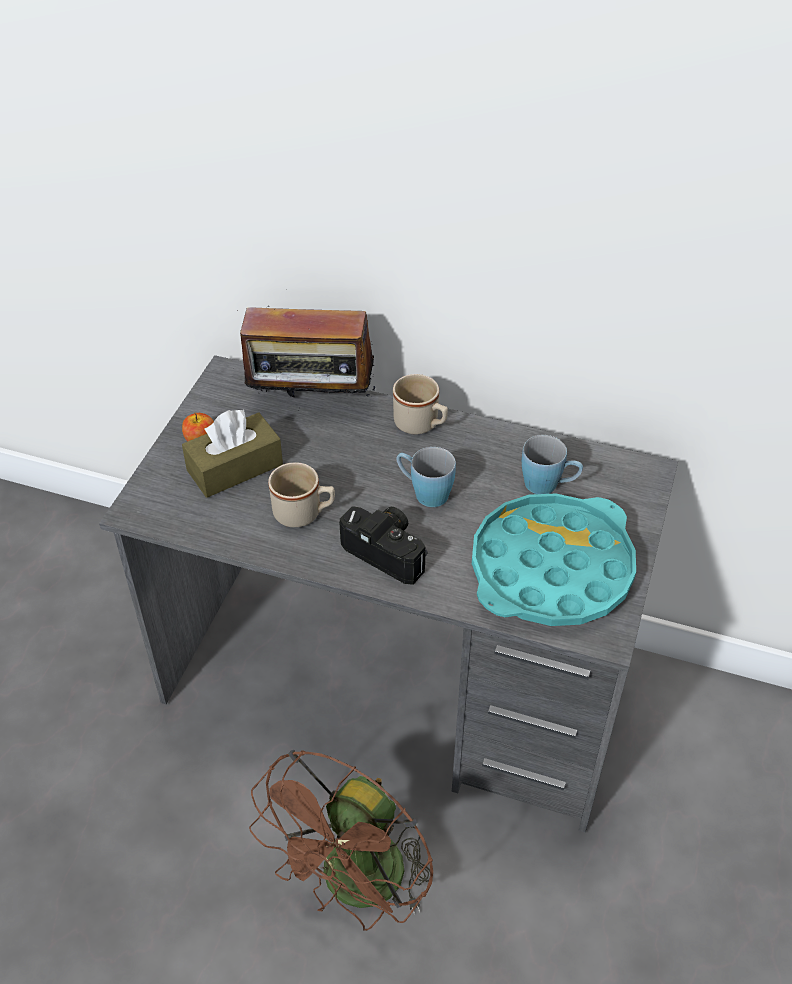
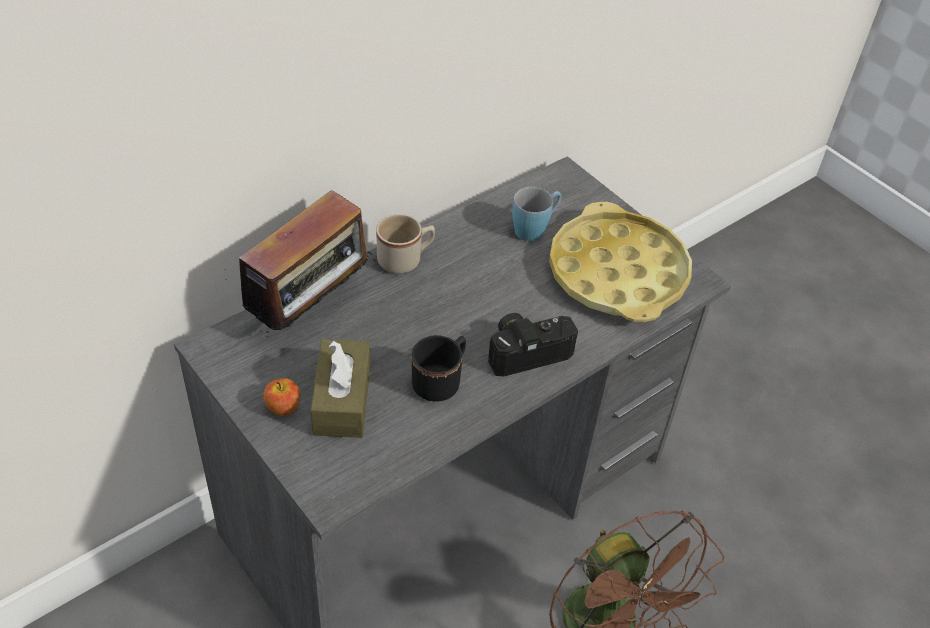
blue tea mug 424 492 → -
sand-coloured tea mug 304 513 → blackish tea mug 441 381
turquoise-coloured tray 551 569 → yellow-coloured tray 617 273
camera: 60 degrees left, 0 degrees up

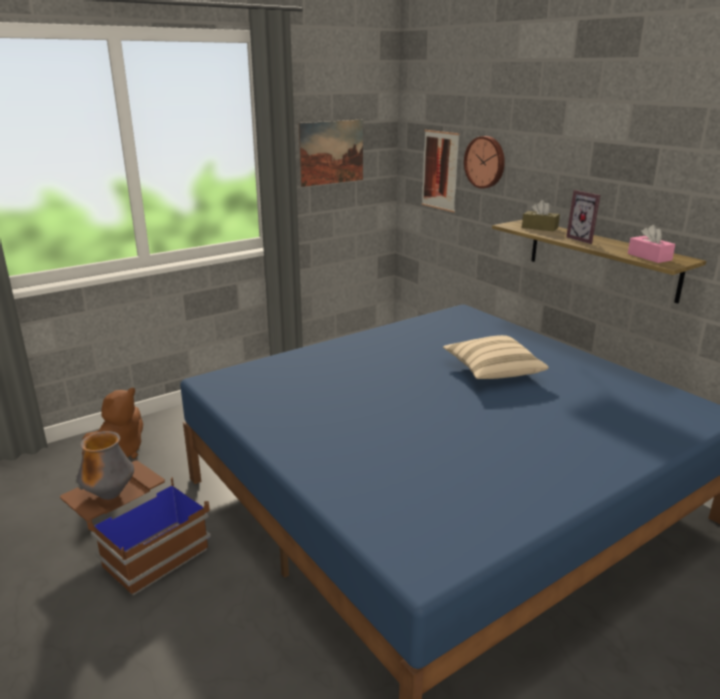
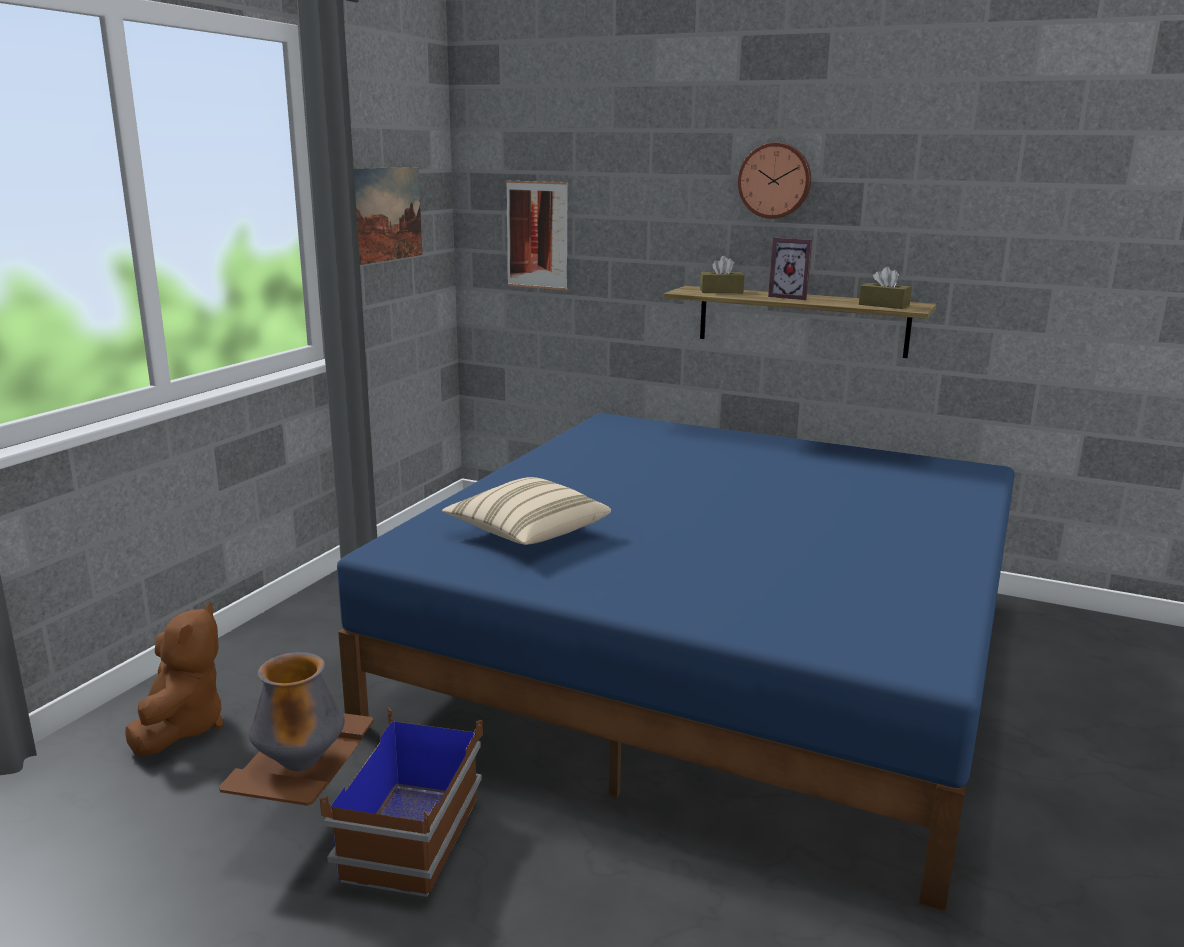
wall clock 485 162 → wall clock 775 180, moved
pink tissue holder 649 257 → brown-coloured tissue holder 883 305
sand-coloured throw pillow 492 371 → sand-coloured throw pillow 527 534, moved
camera: 30 degrees left, 5 degrees down

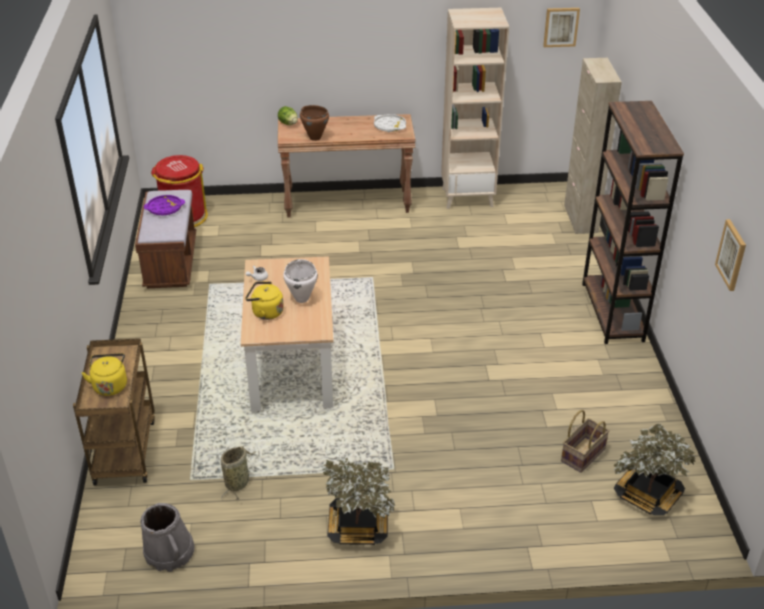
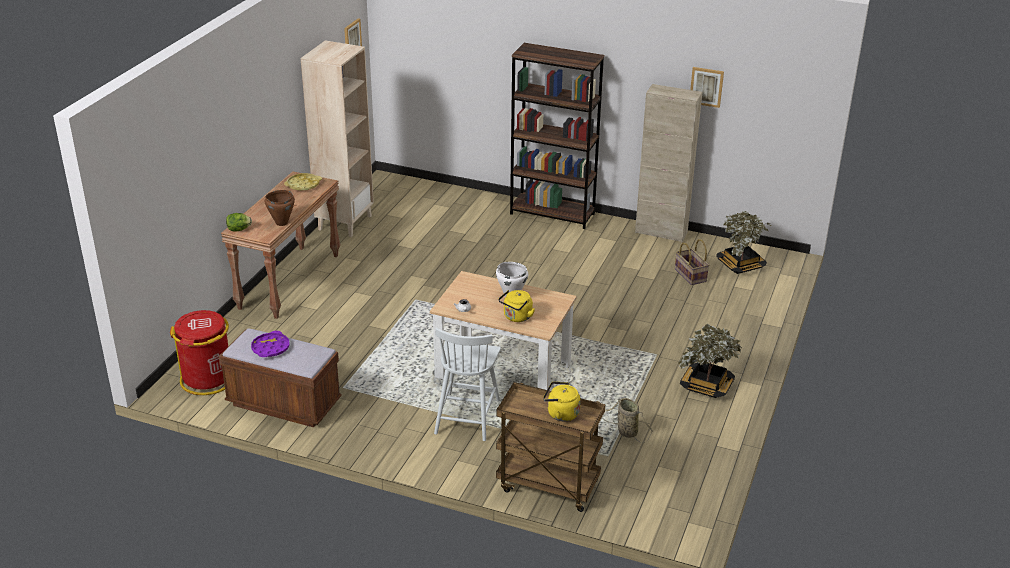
sand-coloured storage cabinet 580 219 → sand-coloured storage cabinet 661 232, moved
white tray 389 126 → yellow-coloured tray 303 185
grey pail 169 552 → -
- → white plain chair 467 415
camera: 65 degrees left, 5 degrees down

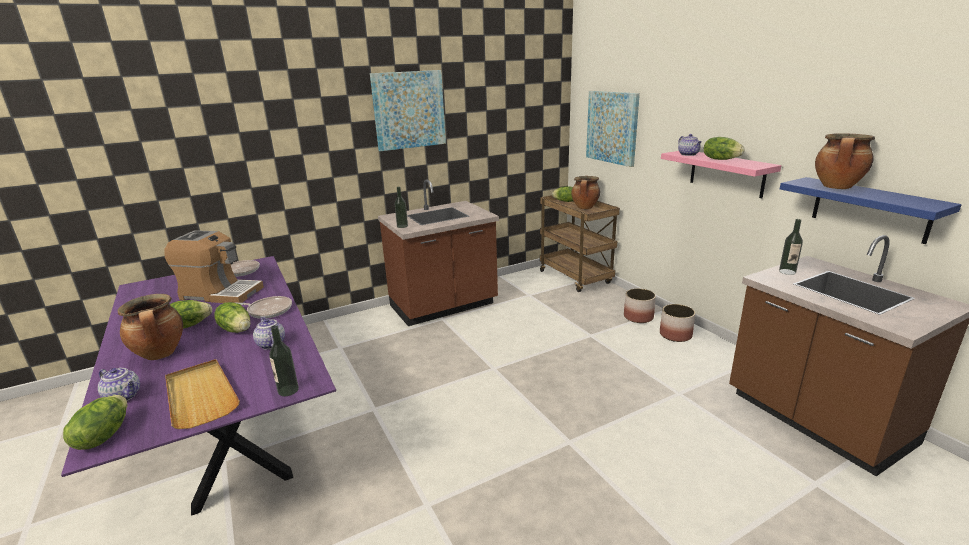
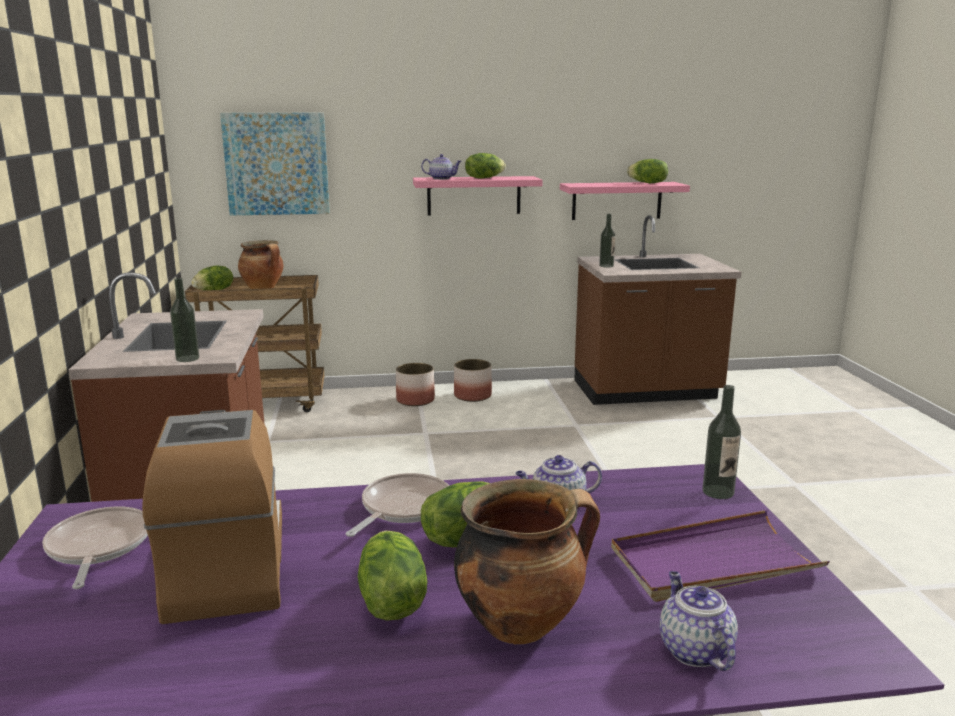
wall picture 409 110 → -
cooking pot 837 187 → -
blue shelf 870 209 → pink shelf 617 200
coffee machine 220 293 → coffee machine 227 567, 45 degrees counterclockwise
sand-coloured tray 200 395 → purple tray 713 562
teapot 124 396 → teapot 693 650, 60 degrees counterclockwise
lettuce head 103 436 → lettuce head 648 183, moved
camera: 70 degrees left, 5 degrees down

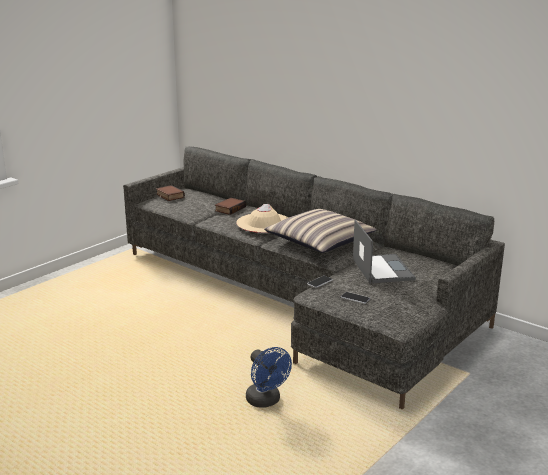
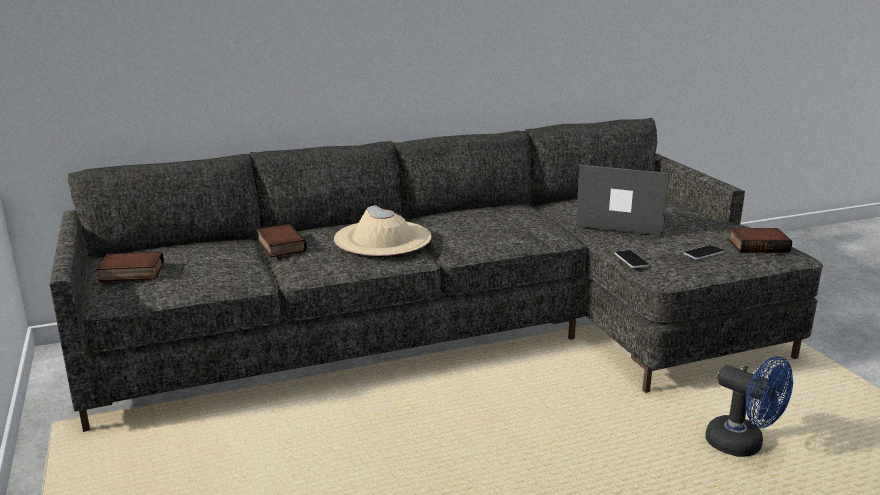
throw pillow 320 241 → -
blue fan 266 401 → blue fan 743 445, 45 degrees clockwise
- → book 758 245
camera: 60 degrees left, 0 degrees up

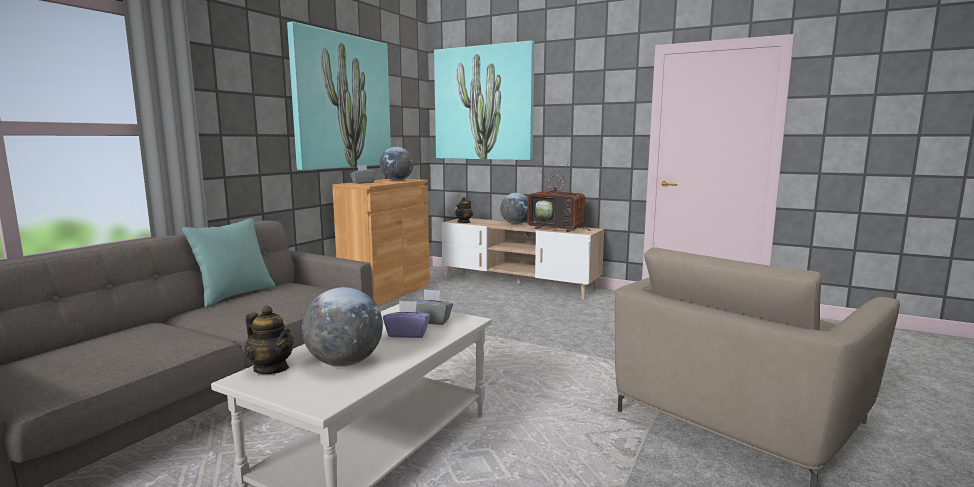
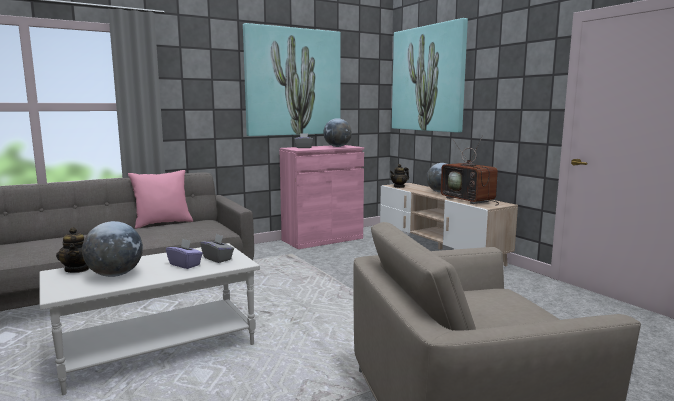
brown-coloured storage cabinet 386 292 → pink storage cabinet 322 239
turquoise-coloured throw pillow 234 296 → pink throw pillow 163 223
camera: 30 degrees right, 0 degrees up

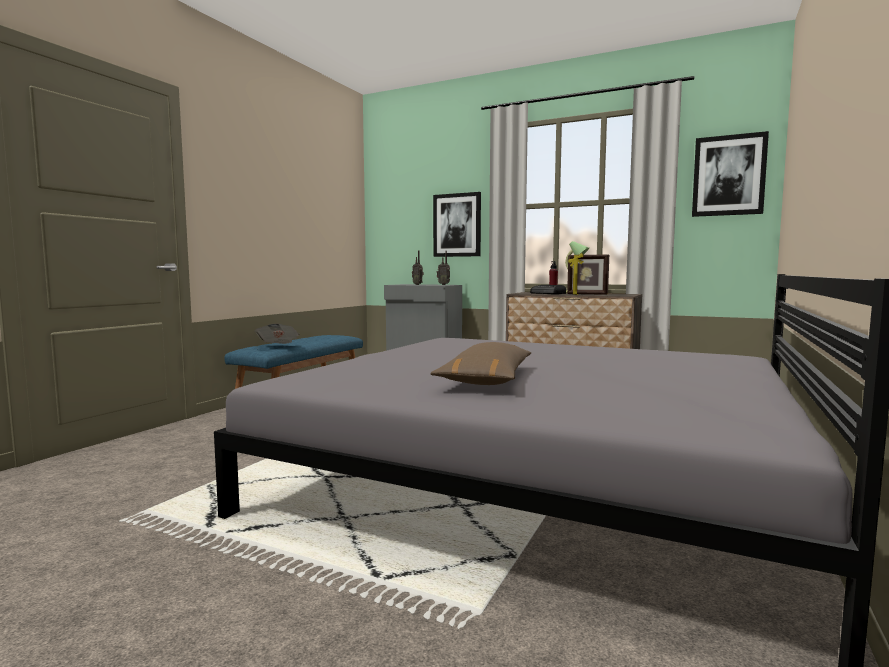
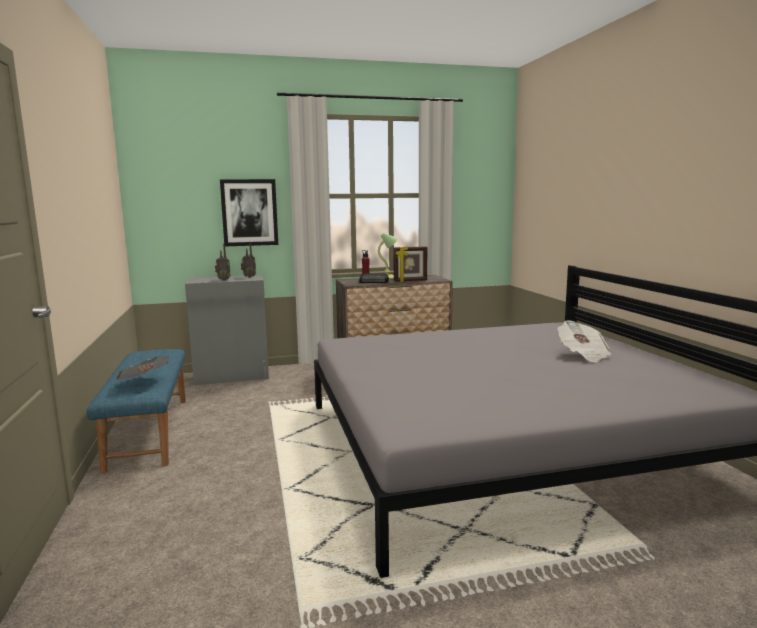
wall picture 728 175 → -
brown-coloured throw pillow 487 379 → -
- → newspaper 583 355
camera: 40 degrees left, 5 degrees up

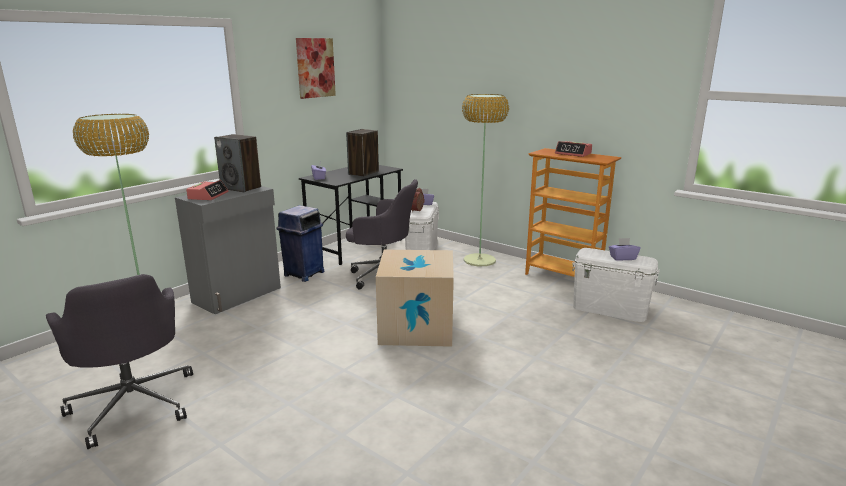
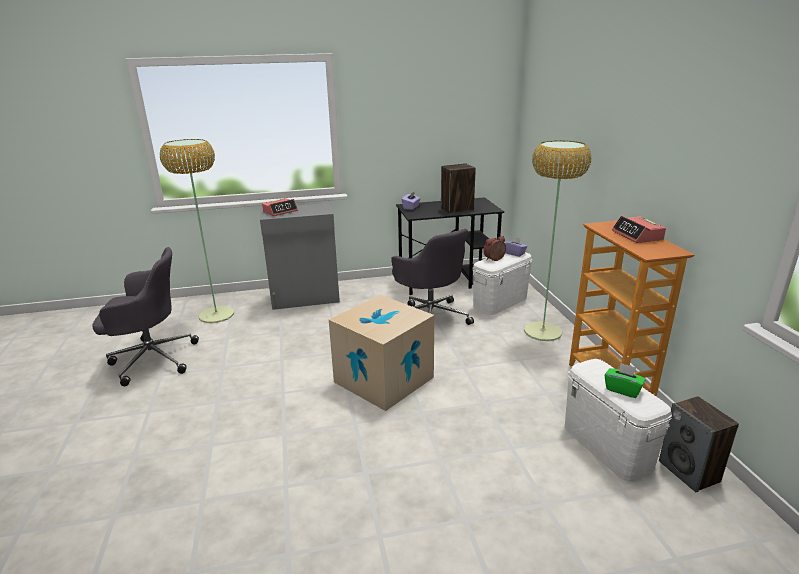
wall picture 315 68 → -
speaker 241 188 → speaker 689 472, moved
blue trash can 303 274 → -
purple tissue holder 622 258 → green tissue holder 622 390
grey office chair 134 404 → grey office chair 151 359, 105 degrees counterclockwise
camera: 40 degrees right, 5 degrees up

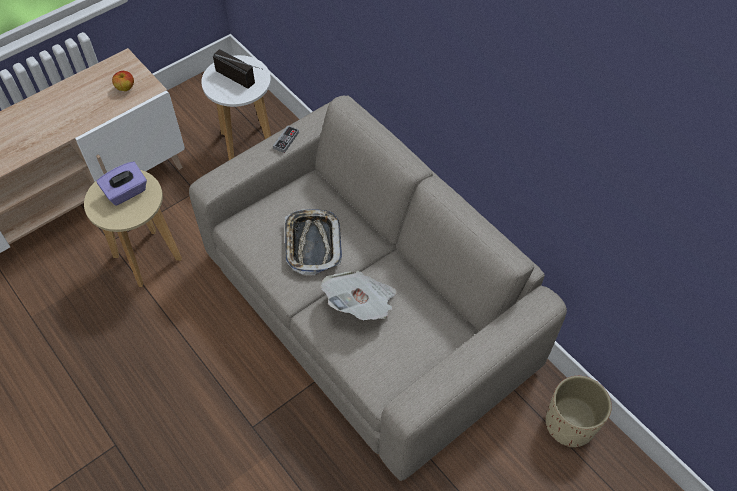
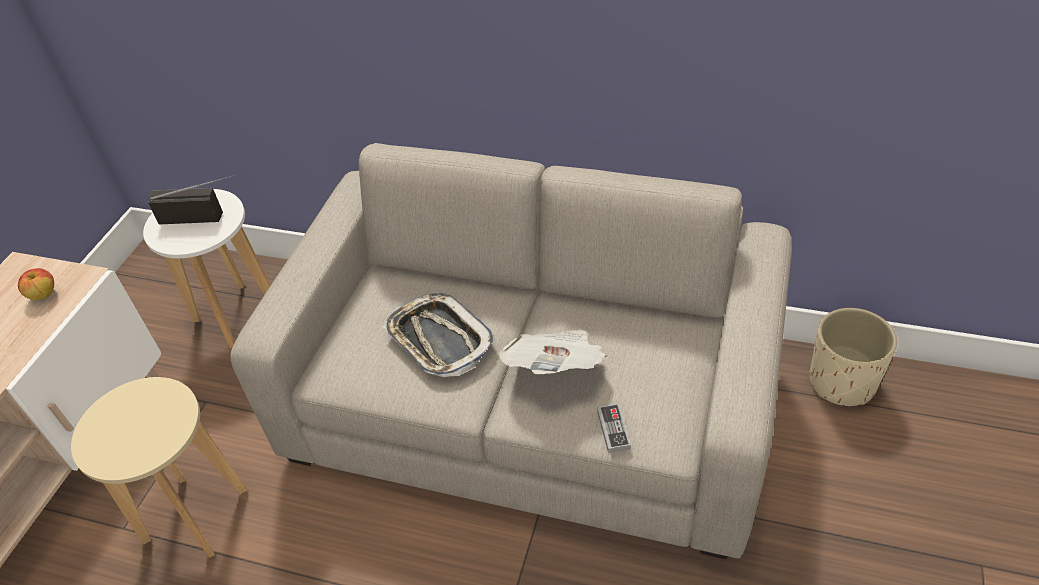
joypad 286 140 → joypad 613 430, moved
purple tissue holder 126 192 → -
camera: 30 degrees left, 10 degrees down

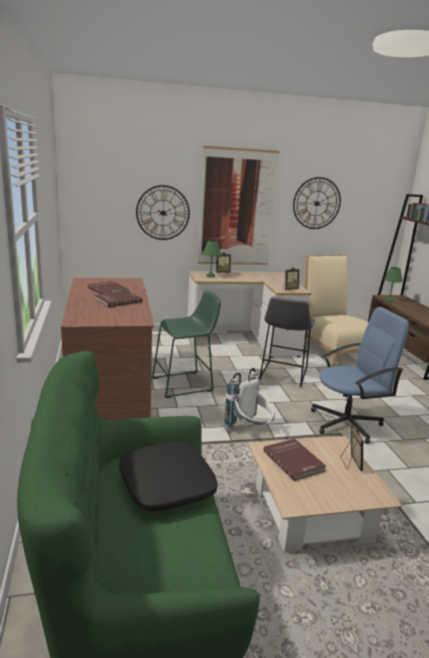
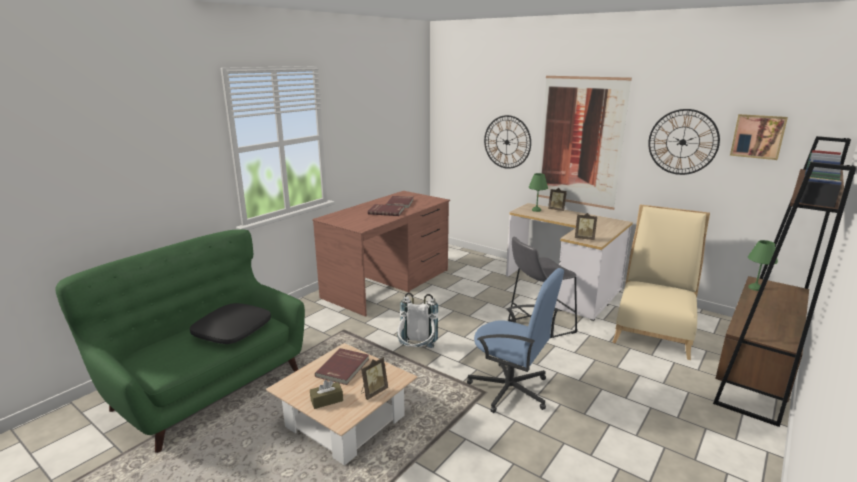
green sitting stool 185 384 → -
- → wall picture 758 136
- → brown-coloured tissue holder 326 400
camera: 50 degrees right, 0 degrees up

